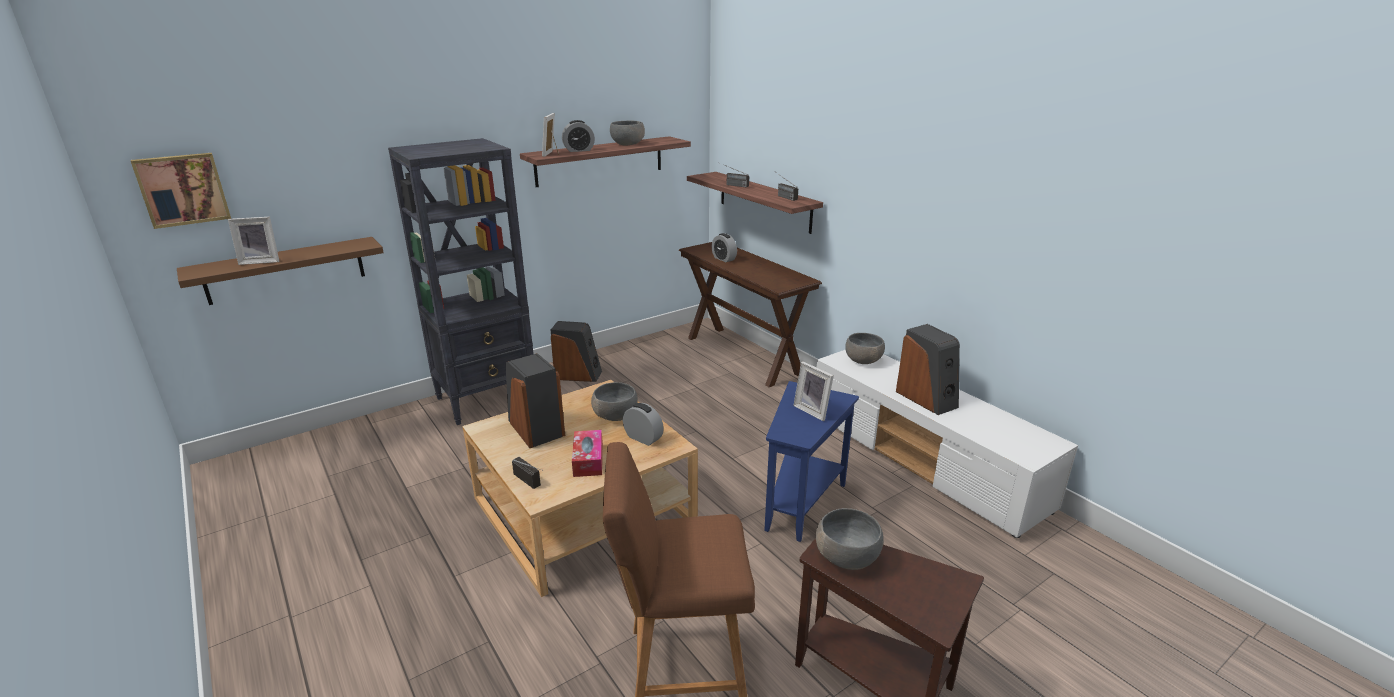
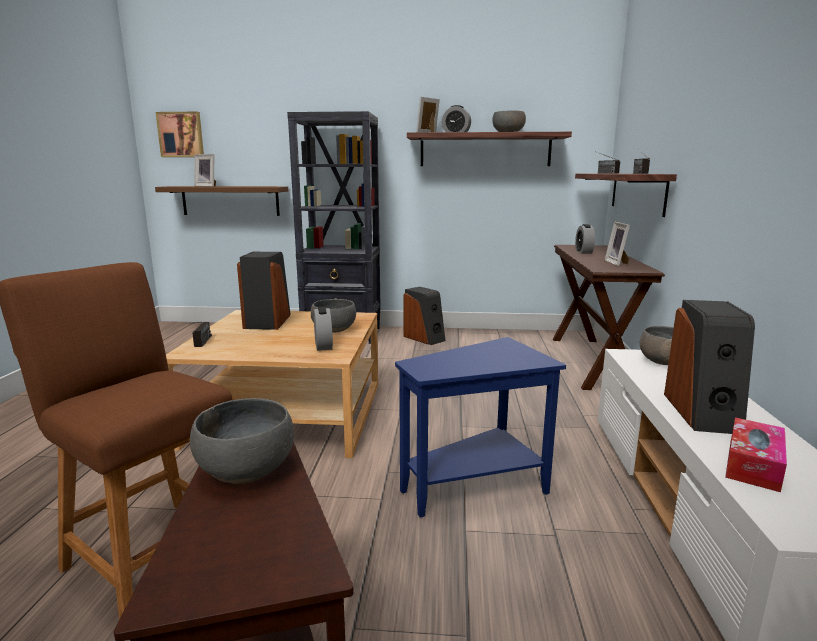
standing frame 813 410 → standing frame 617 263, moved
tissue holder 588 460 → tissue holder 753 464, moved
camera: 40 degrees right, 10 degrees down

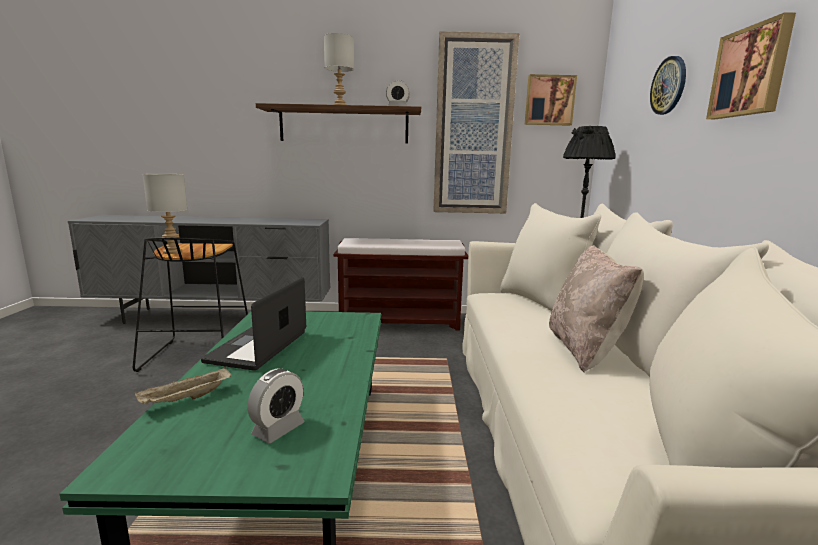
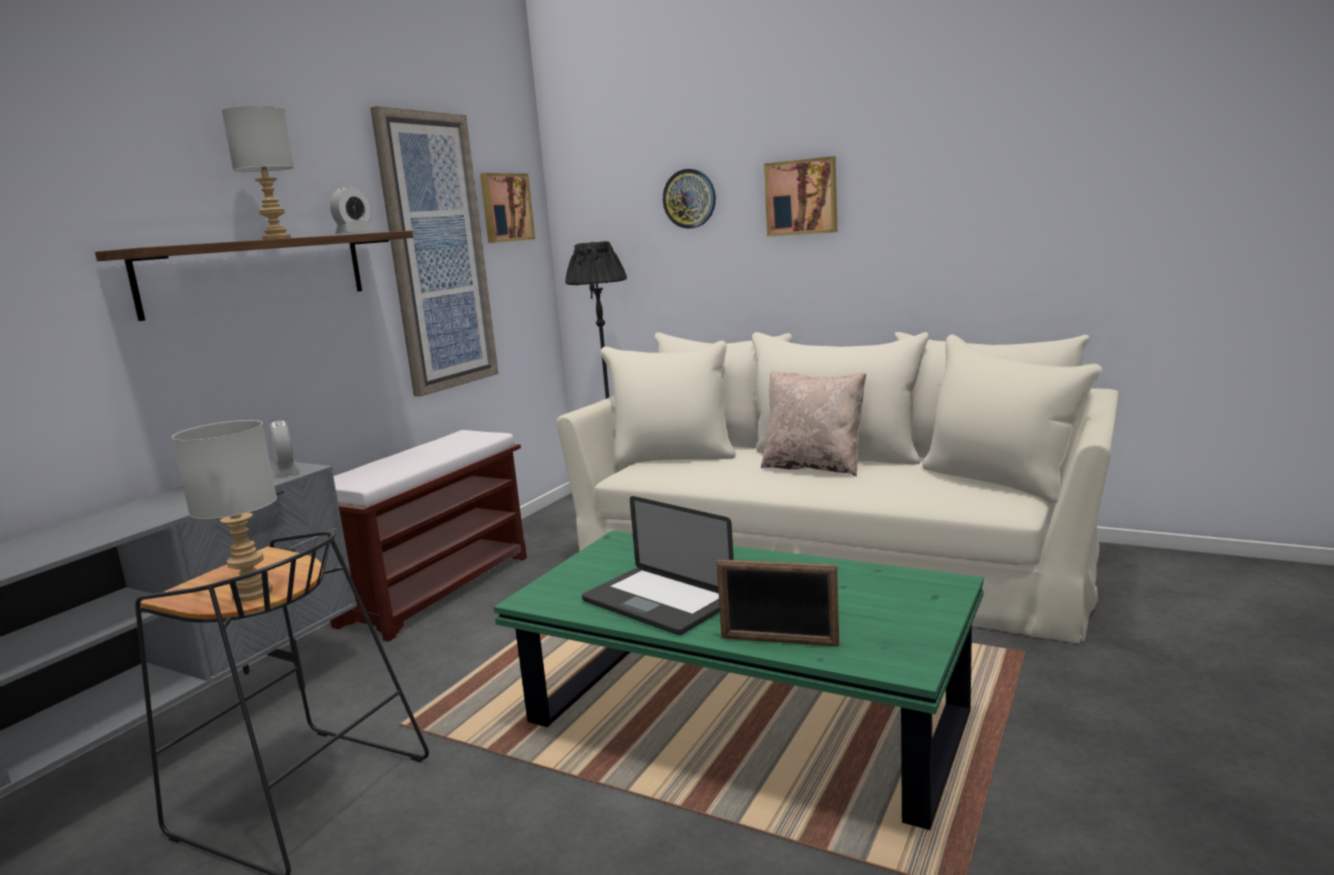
sand-coloured tray 186 399 → standing frame 779 641
alarm clock 278 429 → alarm clock 287 471, moved
camera: 60 degrees left, 0 degrees up

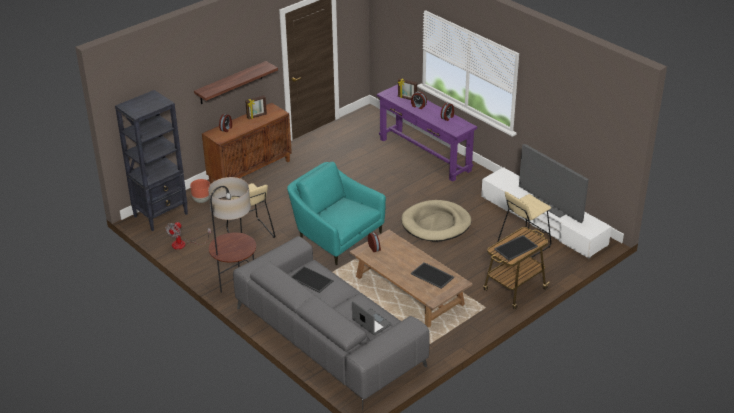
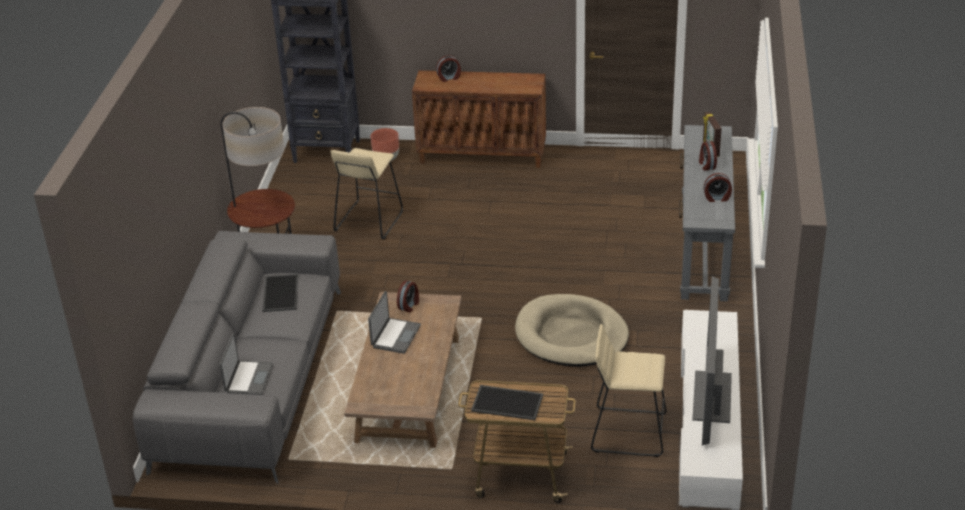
shelf 231 83 → -
purple hall table 424 155 → grey hall table 703 248
standing frame 257 116 → -
turquoise-coloured easy chair 335 236 → -
fan 184 244 → -
tray 433 275 → -
- → laptop 395 336
camera: 50 degrees right, 0 degrees up

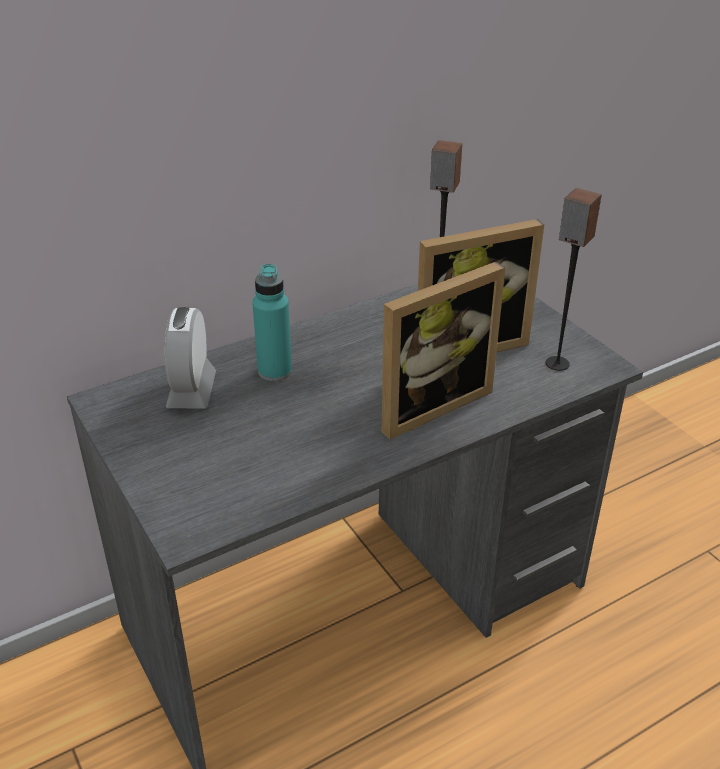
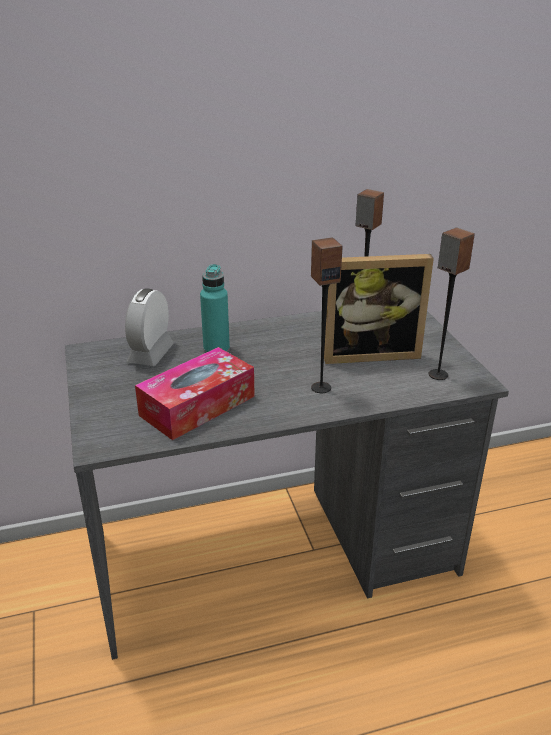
standing frame 428 403 → speaker 321 387
- → tissue holder 197 406
camera: 15 degrees right, 5 degrees down

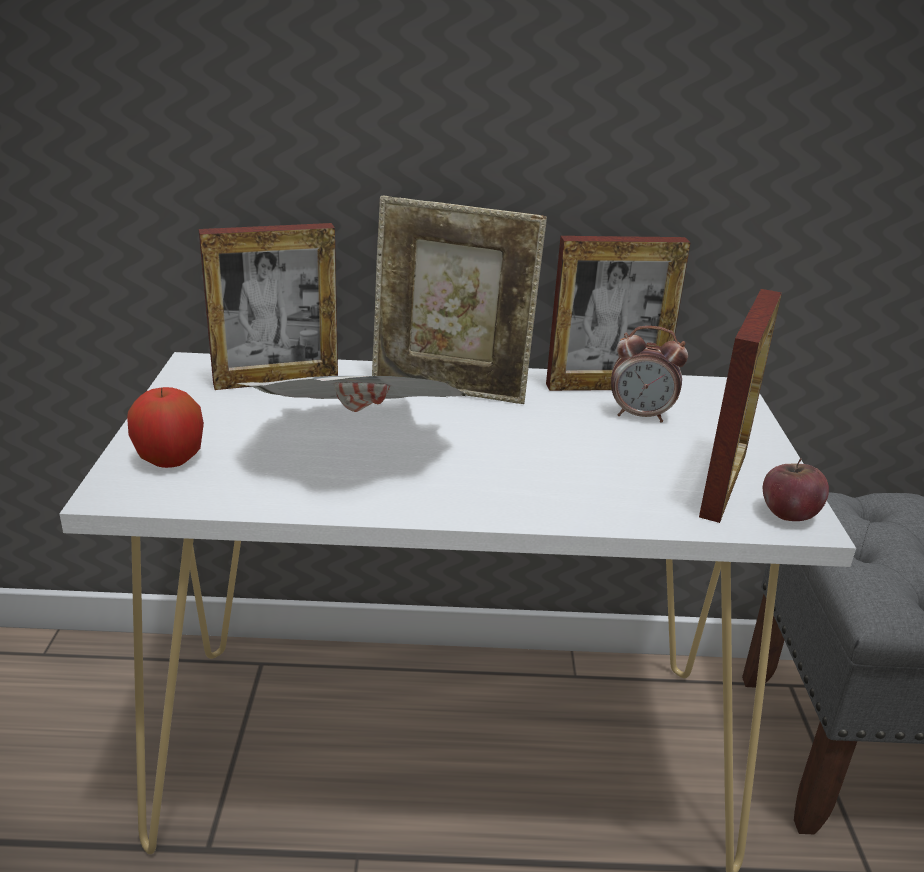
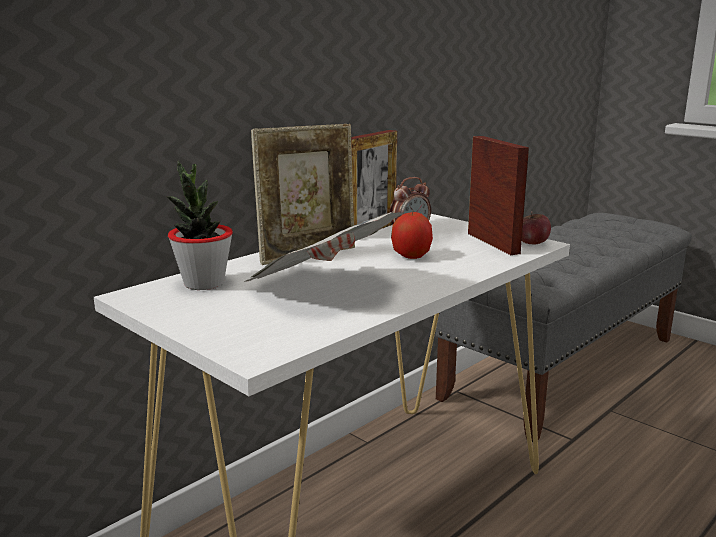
standing frame 276 380 → potted plant 203 283
apple 170 459 → apple 411 256, moved
camera: 45 degrees left, 10 degrees down

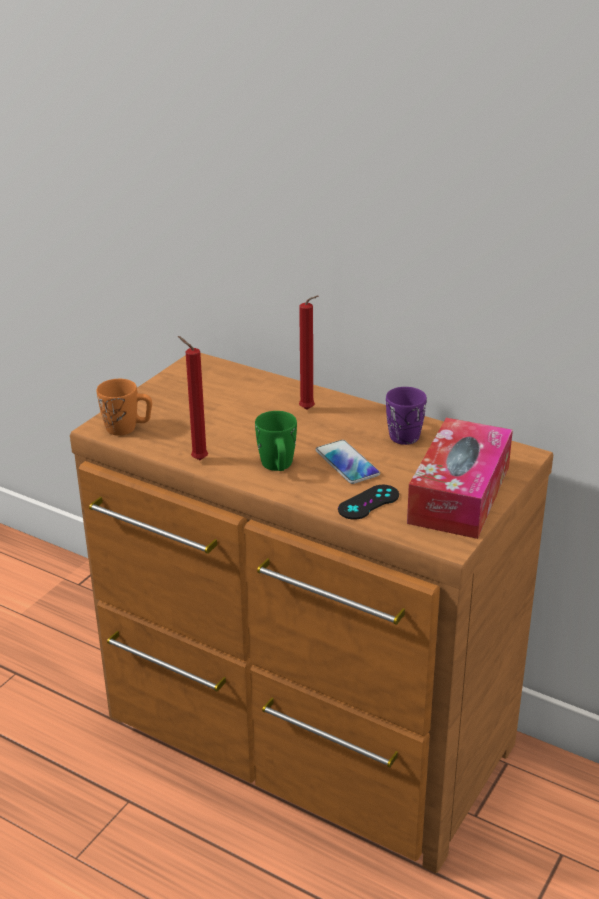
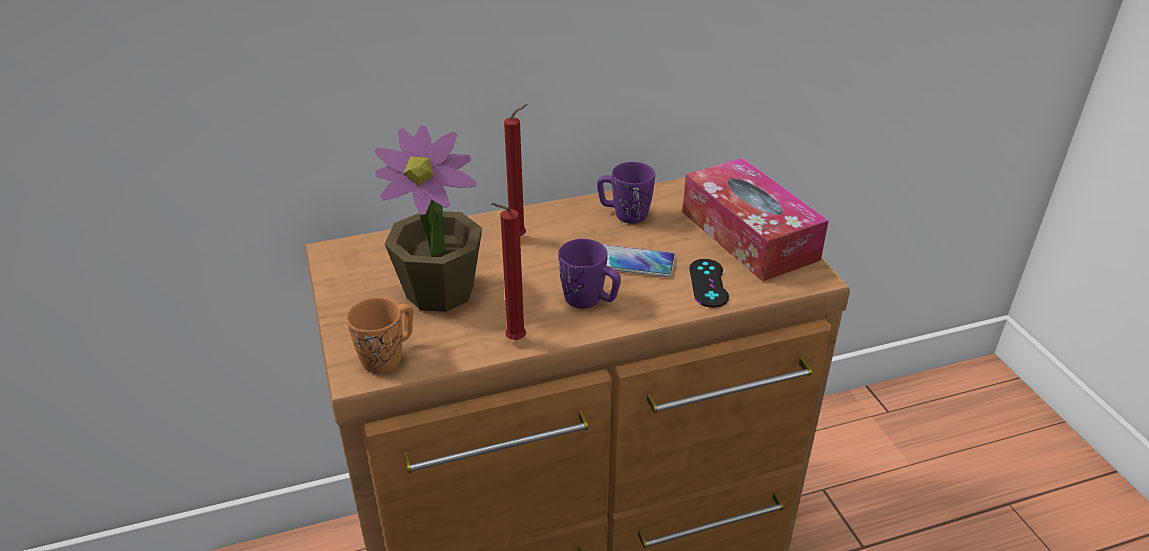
green tea mug 278 466 → purple tea mug 590 301
- → potted plant 440 291
camera: 50 degrees left, 5 degrees up

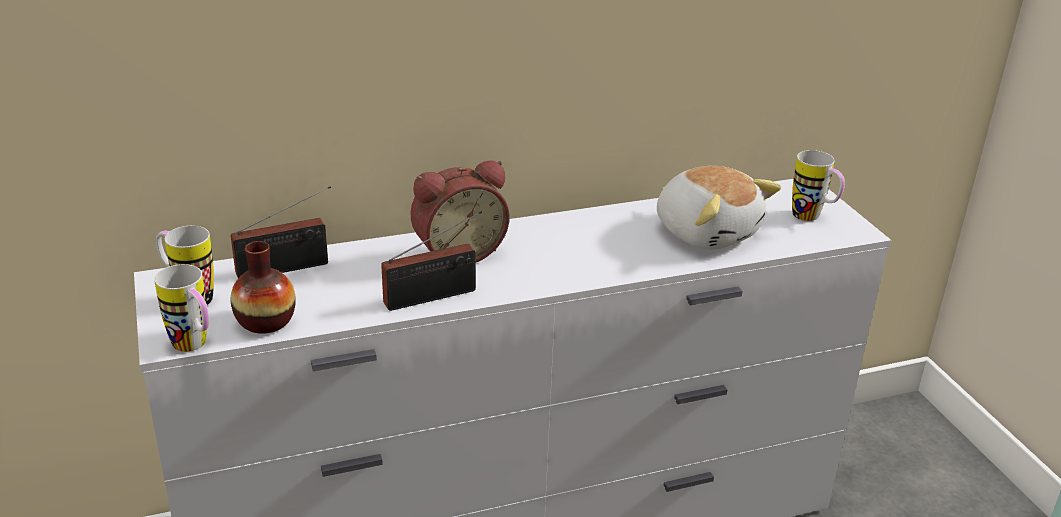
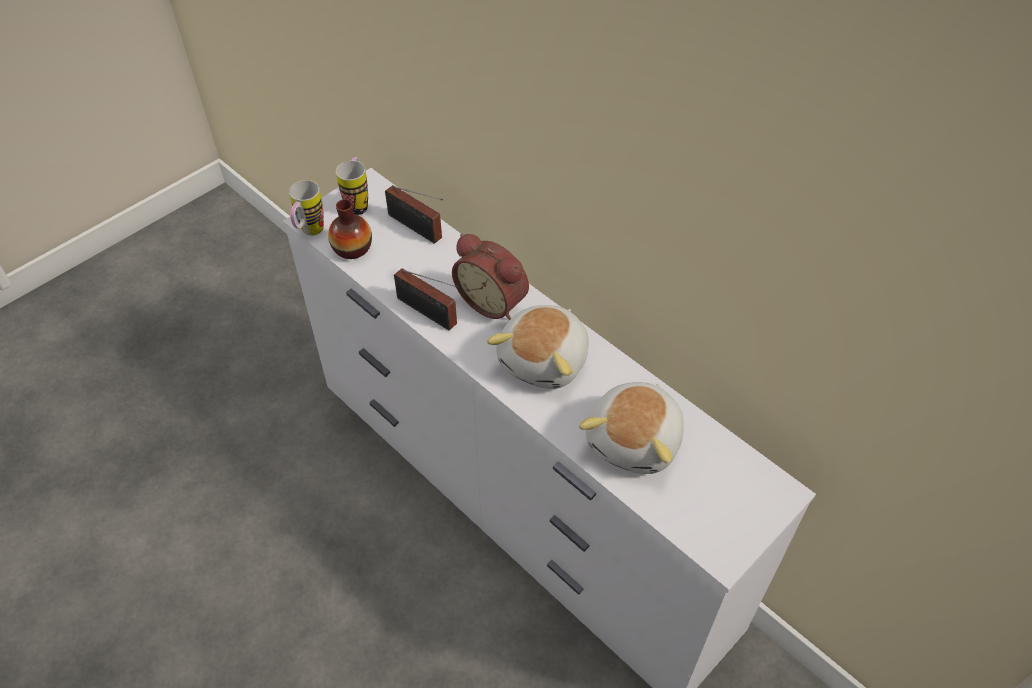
tea mug 812 218 → -
- → cuddly toy 545 360
camera: 65 degrees right, 20 degrees up

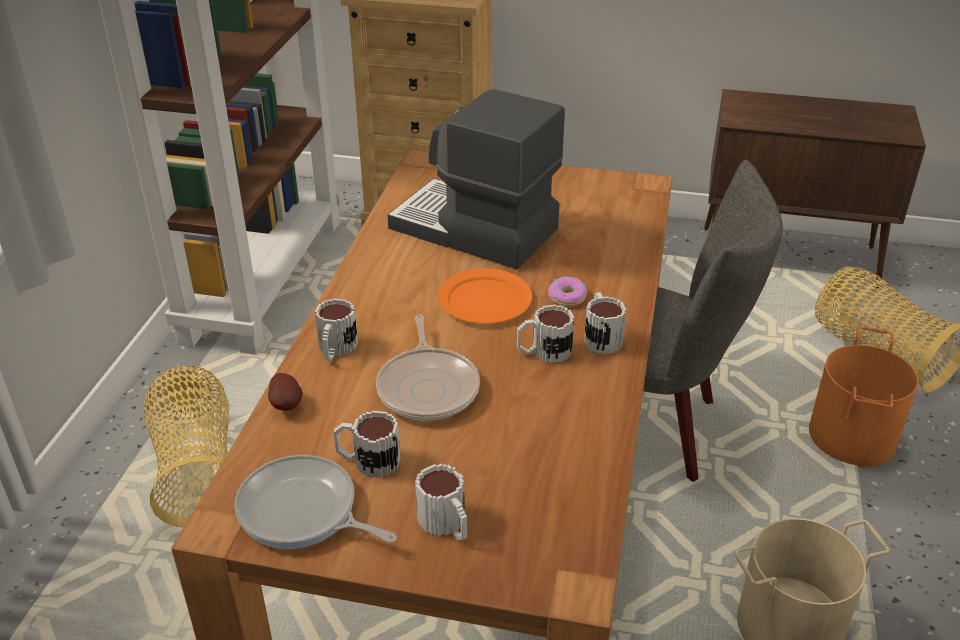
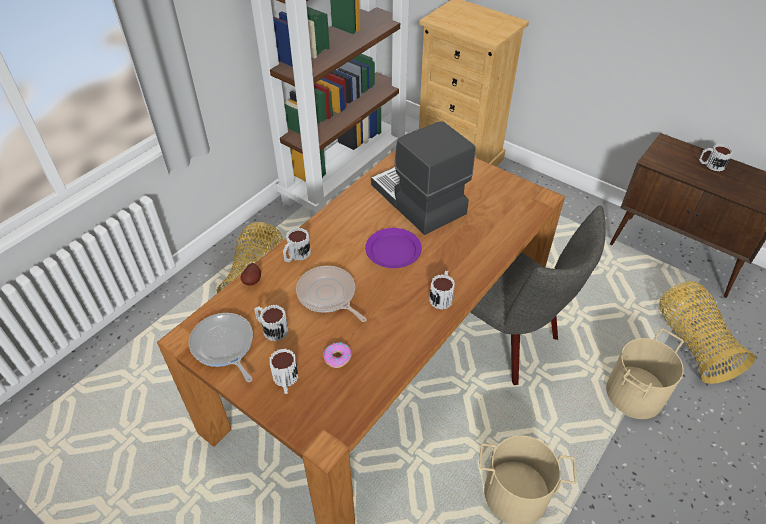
orange flat dish 485 300 → purple flat dish 393 250
ring doughnut 567 297 → ring doughnut 337 357, moved
tea mug 543 352 → tea mug 710 165, moved
frying pan 428 387 → frying pan 328 295, 120 degrees clockwise
orange pail 850 436 → sand-coloured pail 633 393
camera: 25 degrees right, 10 degrees up

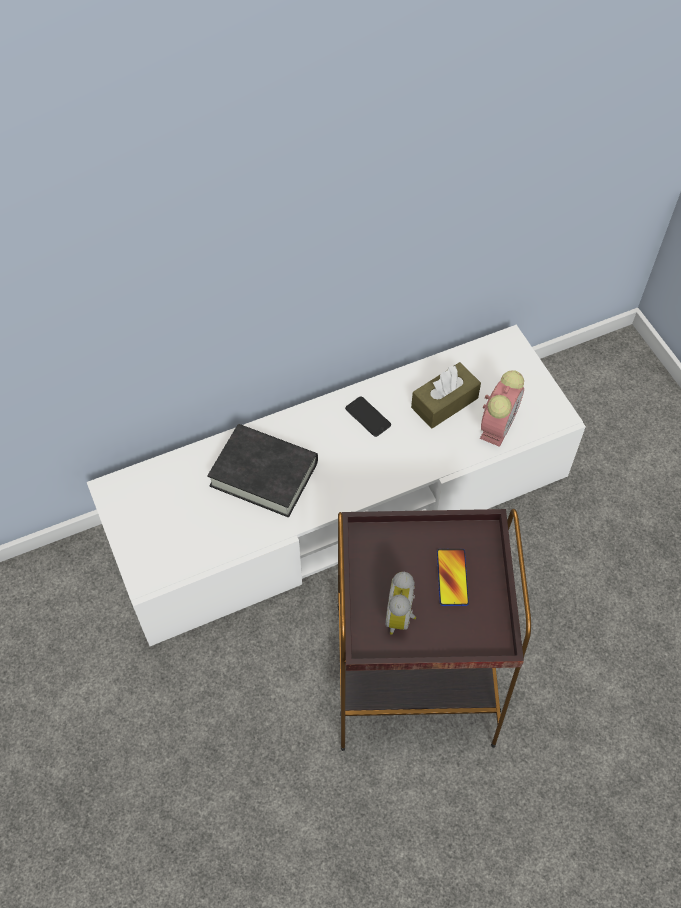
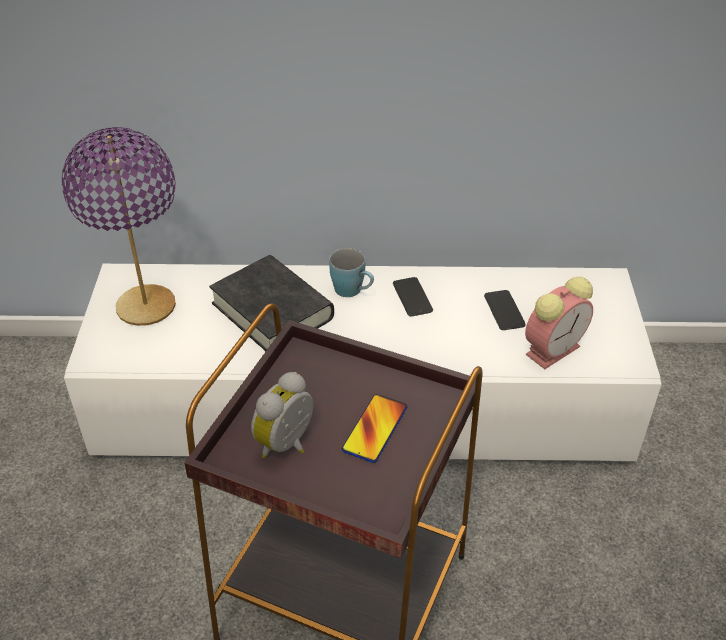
brown-coloured tissue holder 444 403 → telephone 504 311
- → purple tabletop lamp 145 307
- → blue tea mug 353 291
camera: 25 degrees right, 15 degrees down

